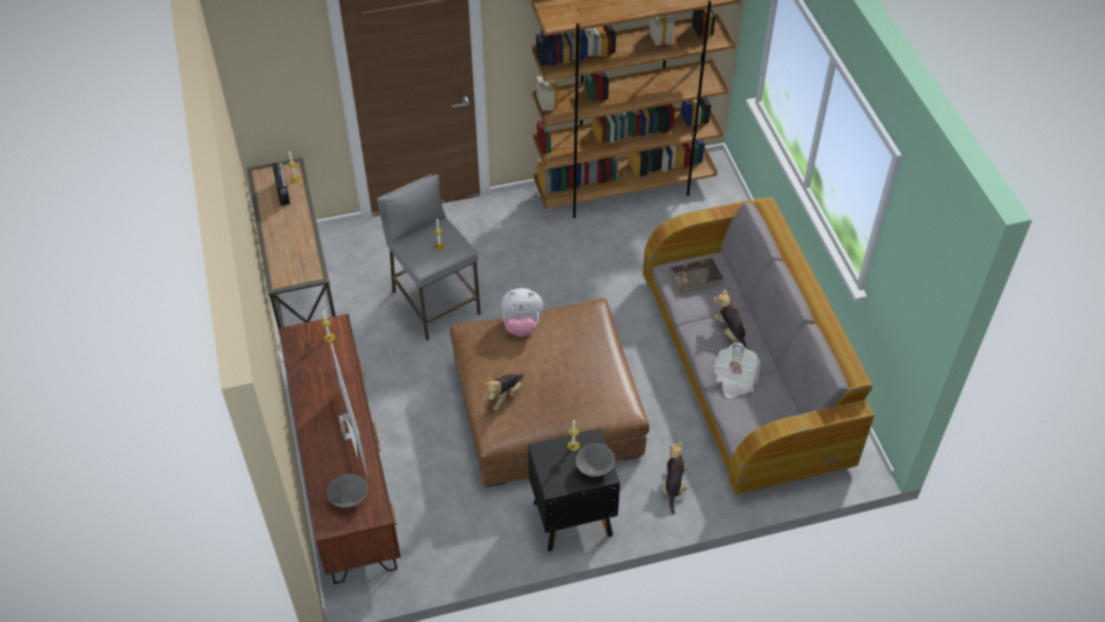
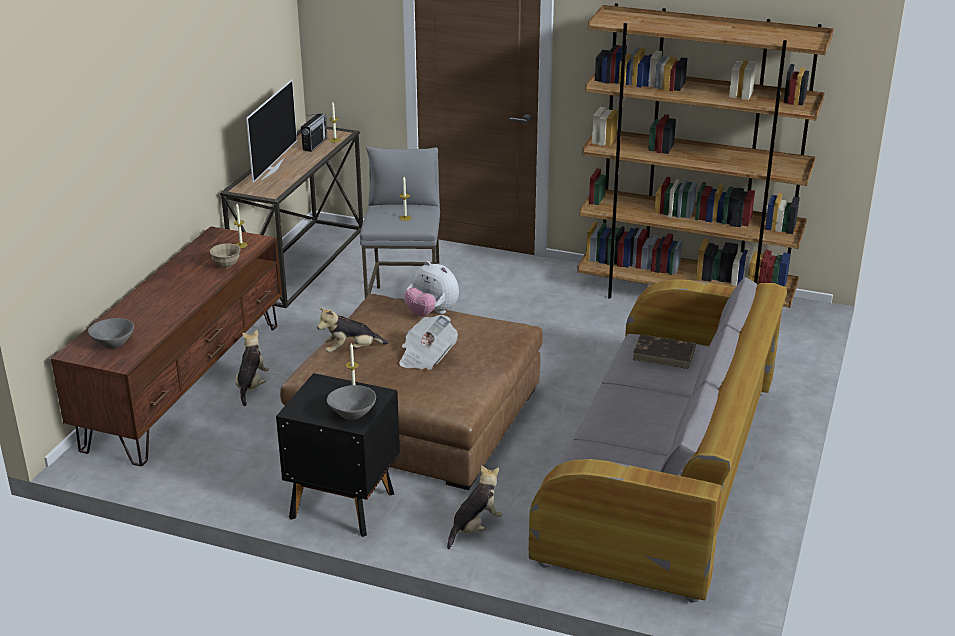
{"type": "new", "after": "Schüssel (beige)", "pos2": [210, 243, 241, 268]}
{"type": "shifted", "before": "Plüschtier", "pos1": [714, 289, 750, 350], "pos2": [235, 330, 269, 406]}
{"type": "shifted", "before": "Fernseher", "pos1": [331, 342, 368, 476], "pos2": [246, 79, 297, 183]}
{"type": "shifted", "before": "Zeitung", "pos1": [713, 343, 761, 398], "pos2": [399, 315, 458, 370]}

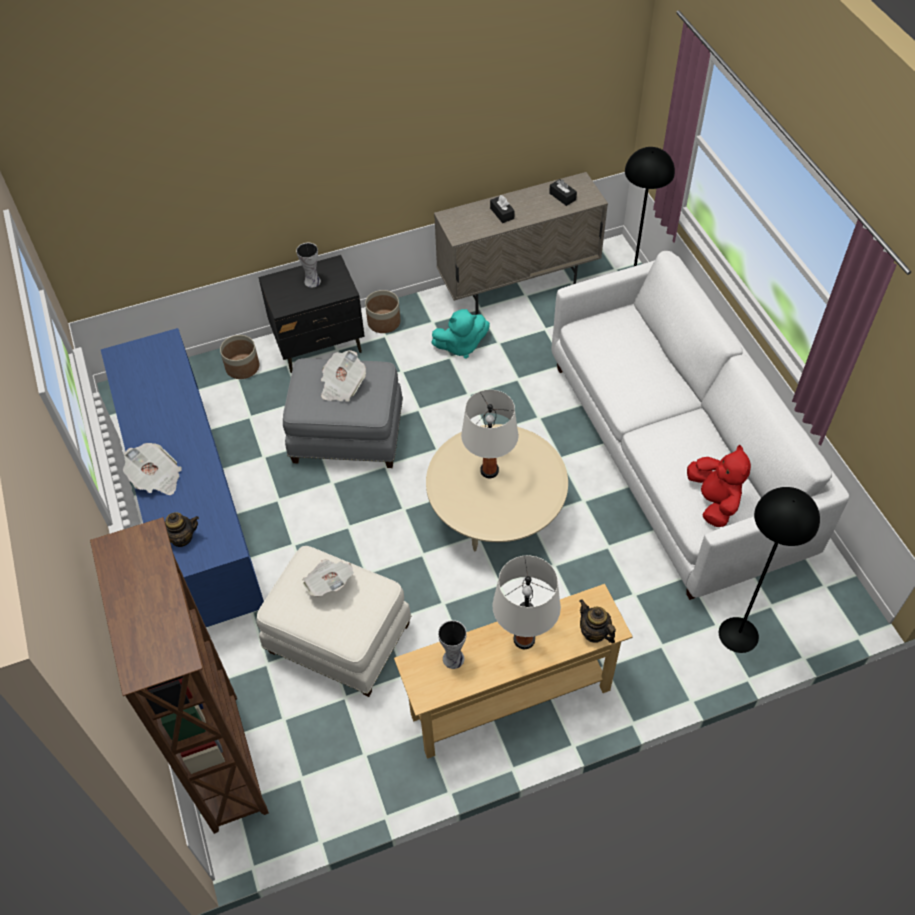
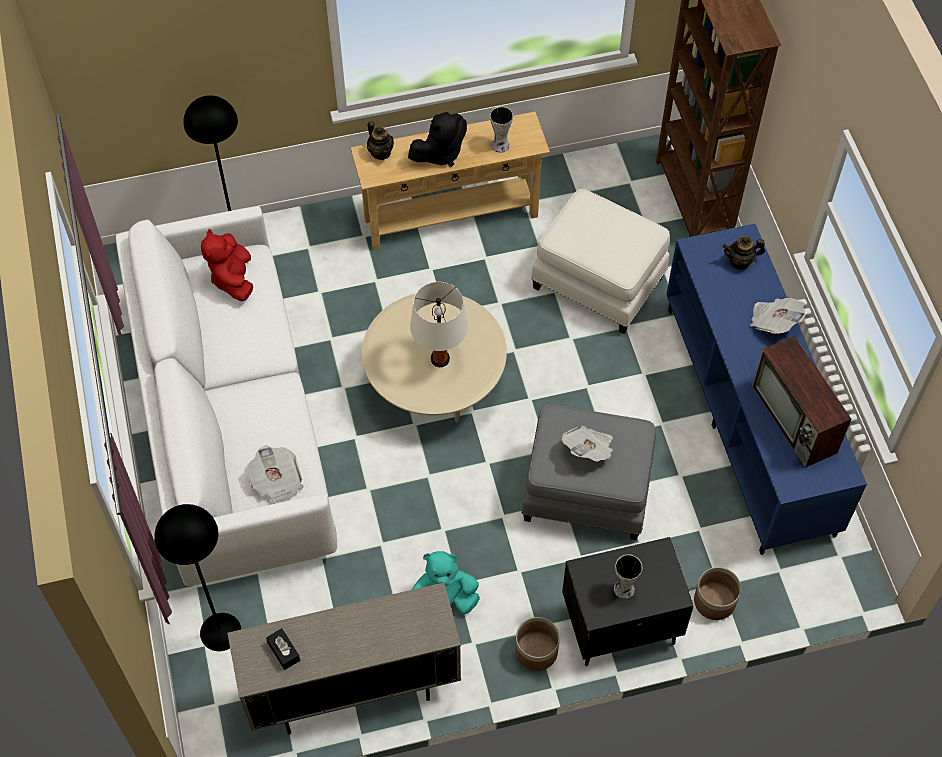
{"type": "shifted", "before": "Zeitung", "pos1": [302, 559, 354, 596], "pos2": [248, 445, 303, 504]}
{"type": "swapped", "before": "Tischlampe (weiß)", "after": "Plüschtier (schwarz)", "pos1": [492, 555, 561, 649], "pos2": [408, 112, 467, 167]}
{"type": "new", "after": "Fernseher", "pos2": [752, 336, 851, 468]}
{"type": "gone", "before": "Taschentuchbox (schwarz)", "pos1": [490, 195, 515, 223]}

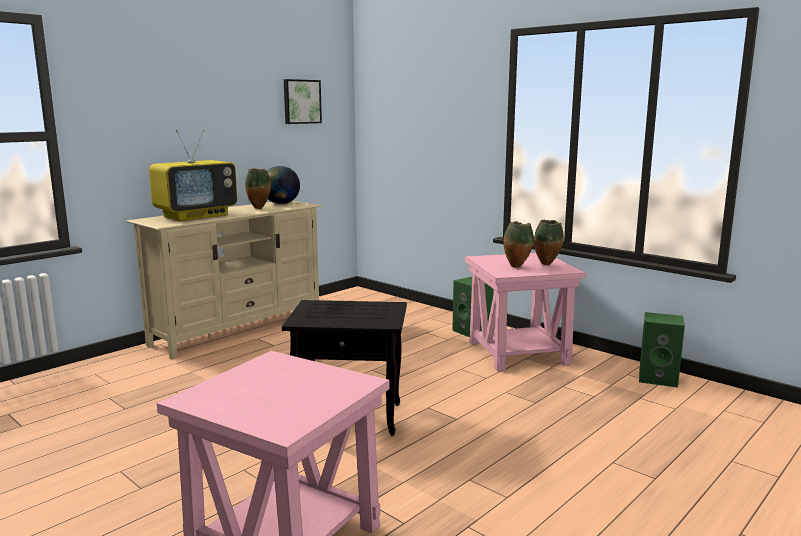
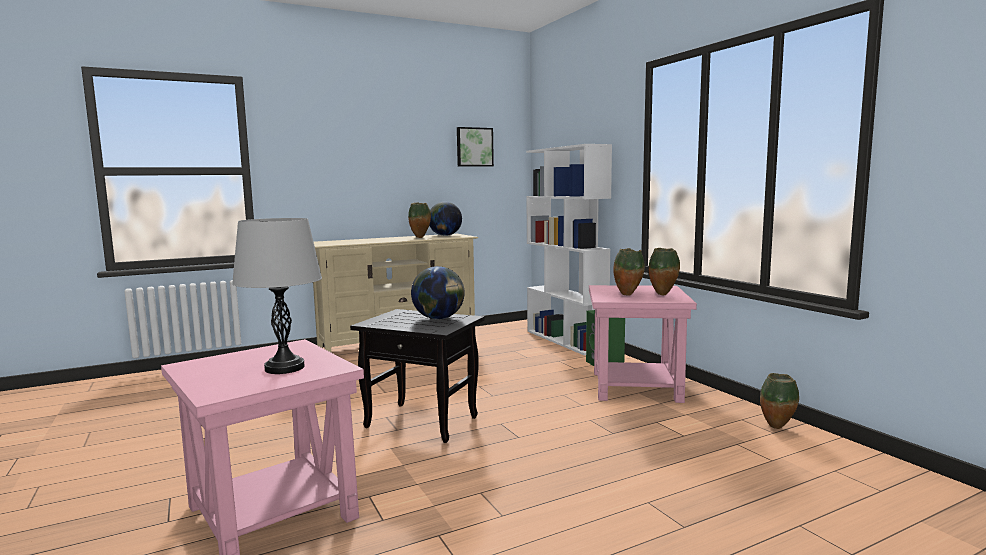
{"type": "new", "after": "Tischlampe (grau)", "pos2": [232, 218, 322, 374]}
{"type": "new", "after": "Globus", "pos2": [411, 266, 465, 319]}
{"type": "new", "after": "Bücherregal (weiß)", "pos2": [526, 144, 612, 355]}
{"type": "swapped", "before": "Lautsprecher (grün)", "after": "Vase", "pos1": [639, 312, 685, 388], "pos2": [760, 373, 799, 429]}
{"type": "gone", "before": "Fernseher", "pos1": [149, 130, 237, 221]}

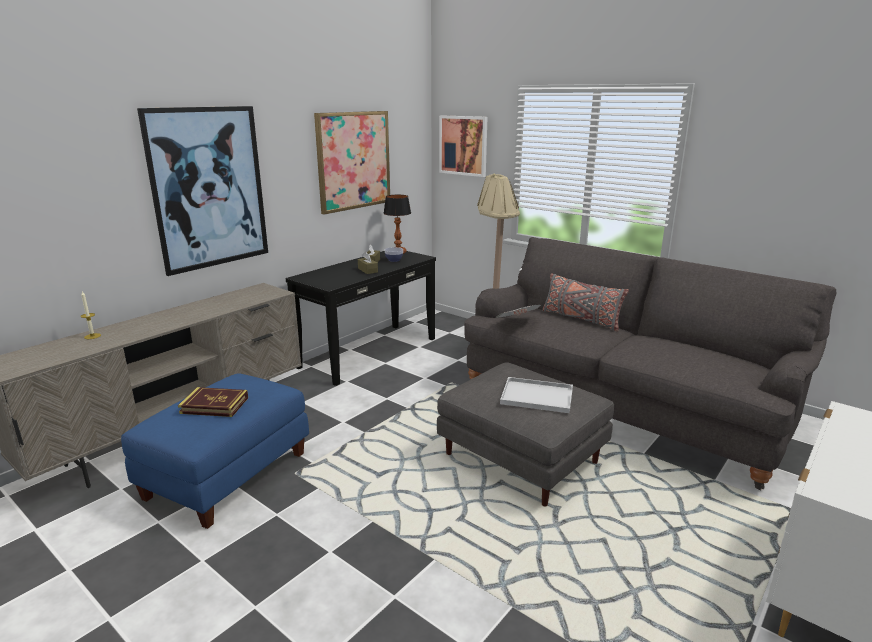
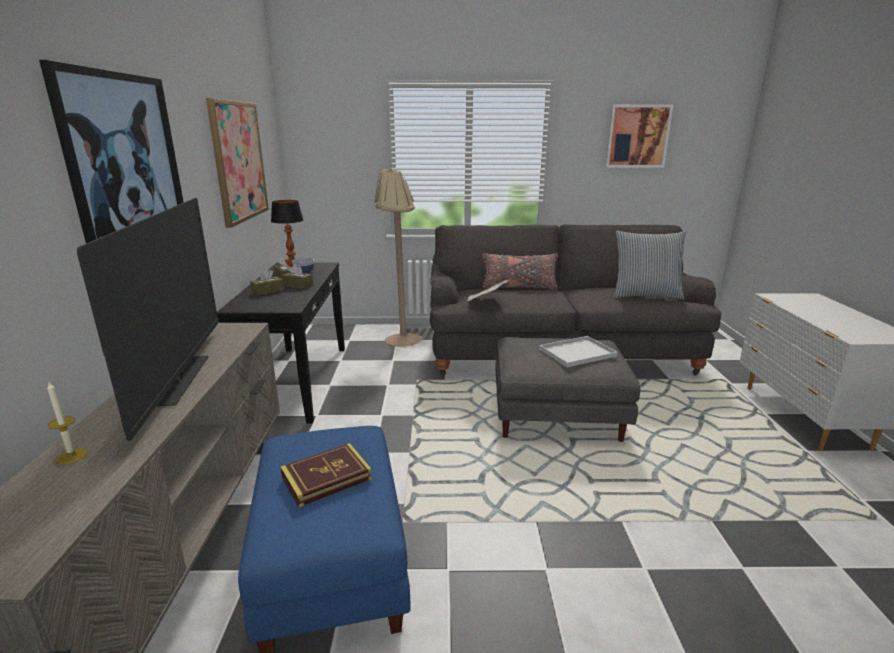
{"type": "new", "after": "Fernseher", "pos2": [77, 198, 218, 441]}
{"type": "new", "after": "Taschentuchbox (braun)", "pos2": [250, 269, 284, 296]}
{"type": "shifted", "before": "Bild", "pos1": [439, 115, 487, 177], "pos2": [605, 104, 673, 168]}
{"type": "new", "after": "Kissen", "pos2": [614, 231, 686, 300]}

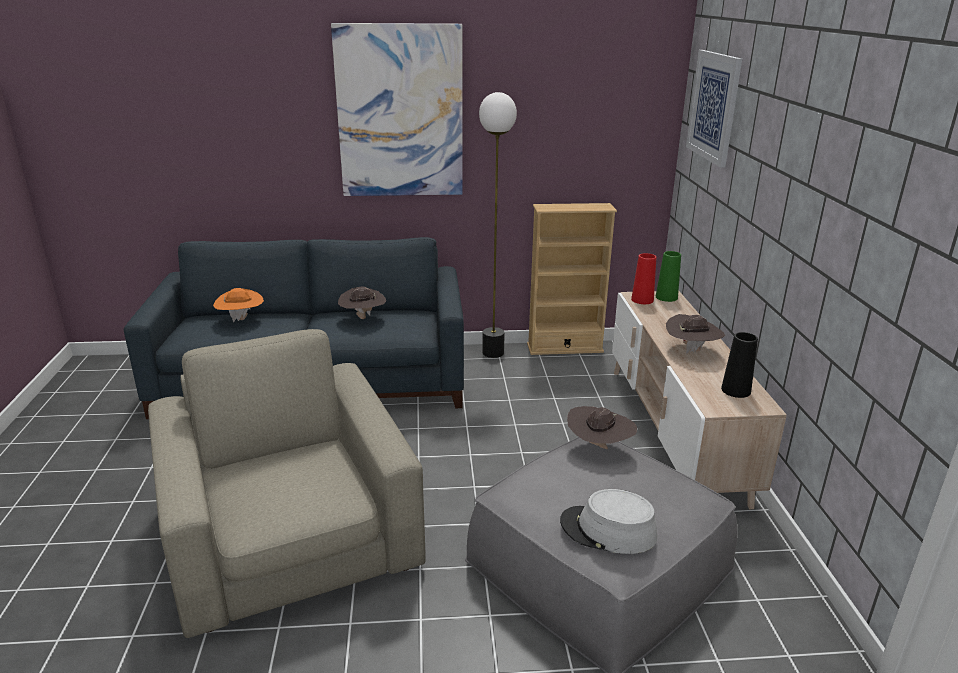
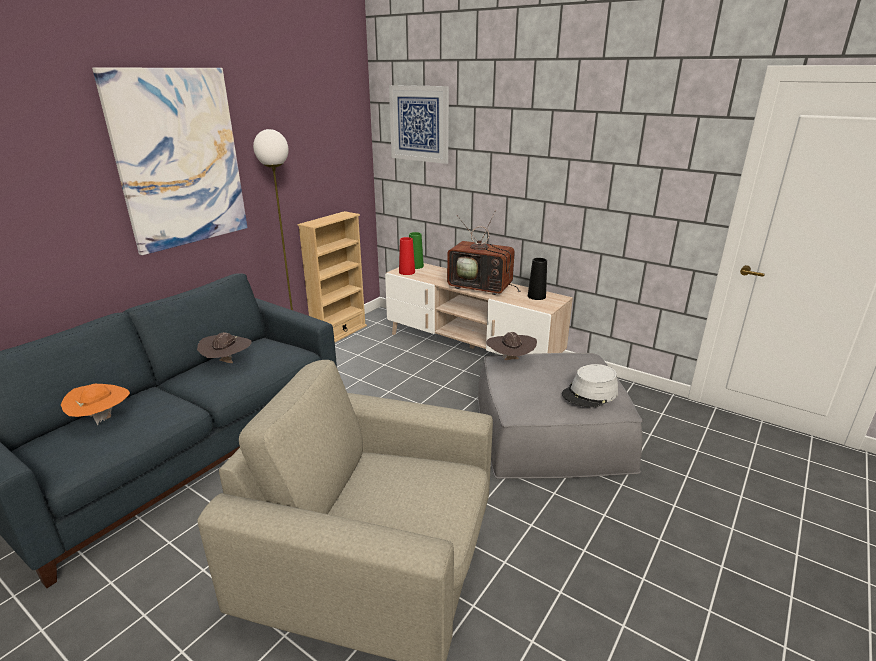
{"type": "swapped", "before": "Hut (braun)", "after": "Fernseher", "pos1": [666, 314, 725, 354], "pos2": [447, 210, 521, 295]}

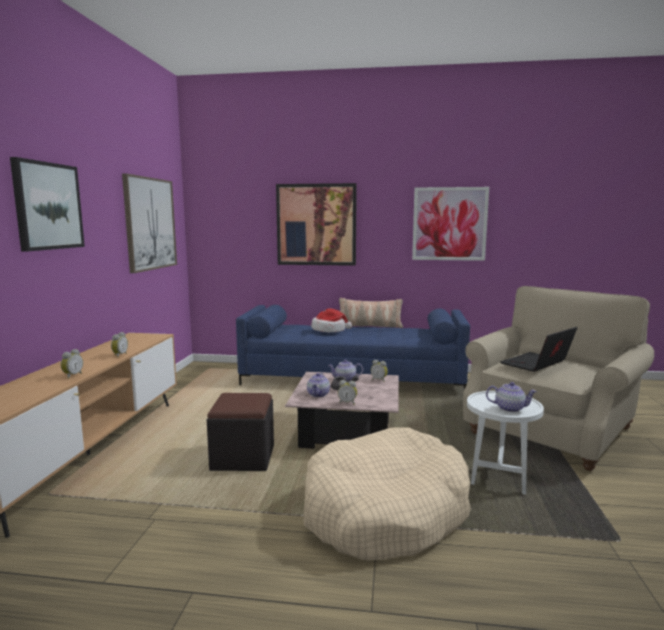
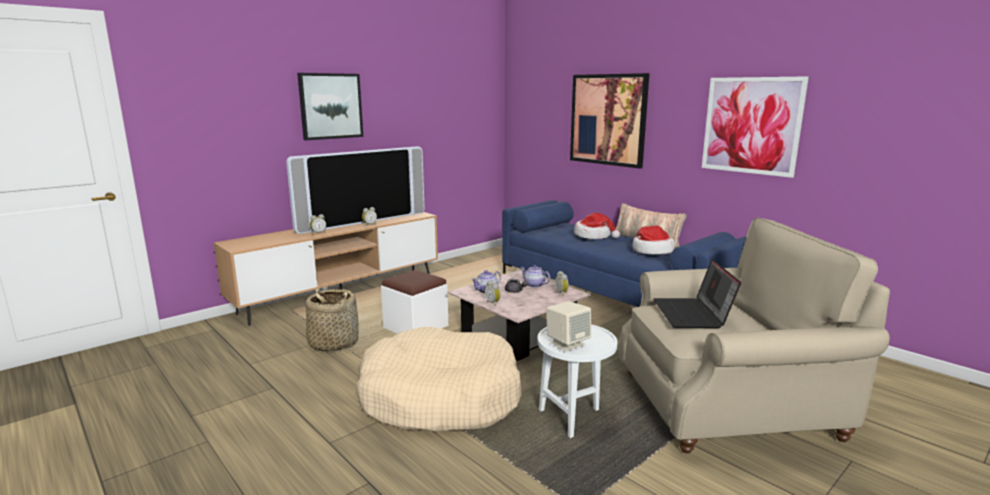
{"type": "new", "after": "Fernseher", "pos2": [286, 146, 425, 234]}
{"type": "new", "after": "Korb", "pos2": [306, 289, 358, 352]}
{"type": "repainted", "before": "Polsterhocker (schwarz)", "after": "Polsterhocker (weiß)", "pos1": [207, 393, 274, 471], "pos2": [381, 270, 448, 334]}
{"type": "swapped", "before": "Teekanne", "after": "Lautsprecher (beige)", "pos1": [486, 382, 537, 412], "pos2": [546, 301, 591, 352]}
{"type": "new", "after": "Hut", "pos2": [633, 225, 675, 255]}
{"type": "rotated", "before": "Laptop", "pos1": [500, 327, 577, 372], "pos2": [654, 259, 741, 328], "turn": -90}
{"type": "gone", "before": "Bild", "pos1": [122, 173, 177, 273]}

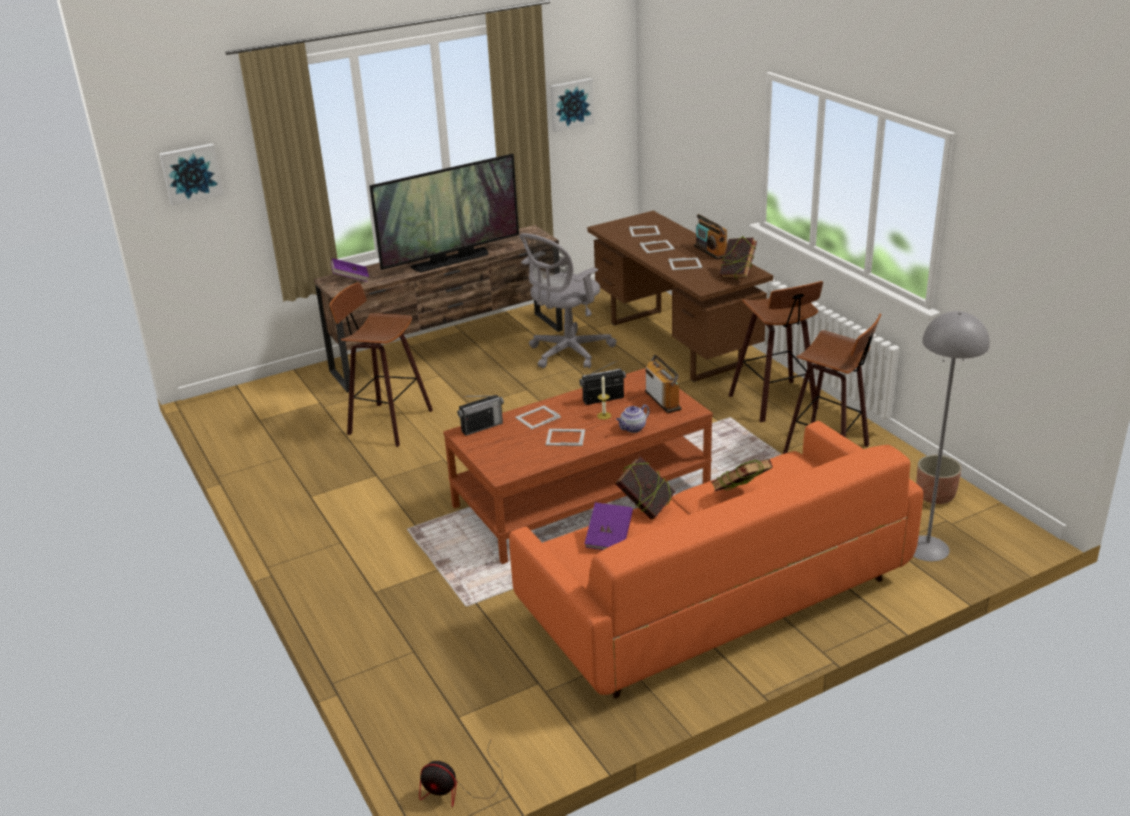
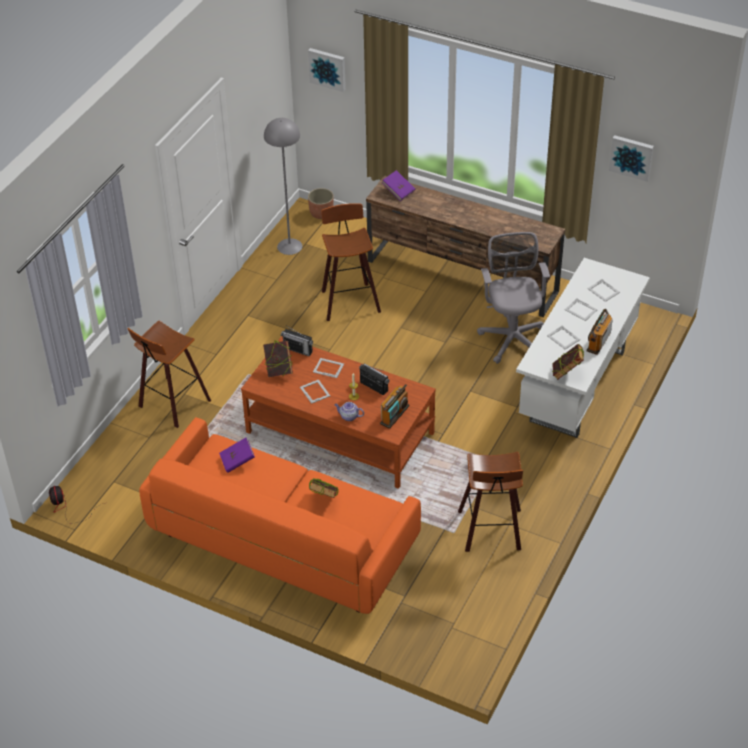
{"type": "shifted", "before": "Hocker", "pos1": [729, 281, 823, 422], "pos2": [128, 321, 211, 428]}
{"type": "shifted", "before": "Buch", "pos1": [615, 456, 676, 519], "pos2": [263, 340, 293, 377]}
{"type": "shifted", "before": "Stehlampe (grau)", "pos1": [913, 311, 990, 561], "pos2": [264, 118, 302, 255]}
{"type": "shifted", "before": "Pflanzkübel", "pos1": [916, 455, 962, 504], "pos2": [308, 188, 334, 219]}
{"type": "rotated", "before": "Bürostuhl (grau)", "pos1": [519, 233, 617, 369], "pos2": [477, 232, 550, 364], "turn": 75}
{"type": "repainted", "before": "Schreibtisch (braun)", "after": "Schreibtisch (weiß)", "pos1": [587, 211, 773, 382], "pos2": [516, 258, 650, 438]}
{"type": "gone", "before": "Fernseher", "pos1": [369, 154, 519, 272]}

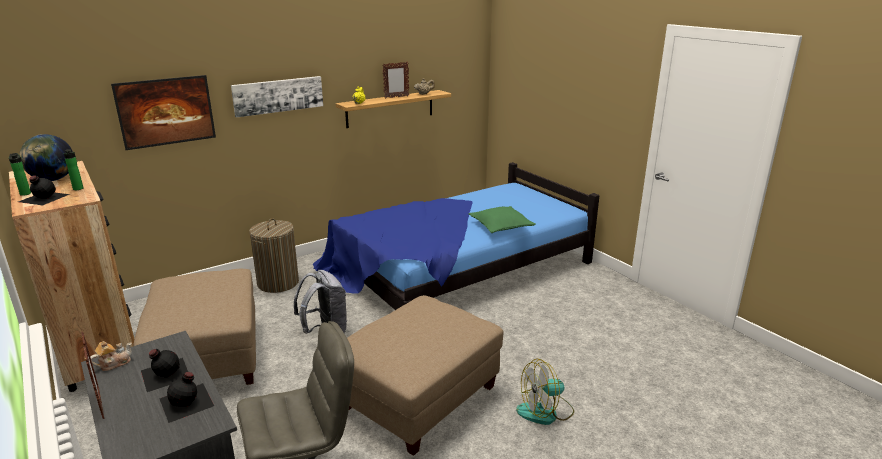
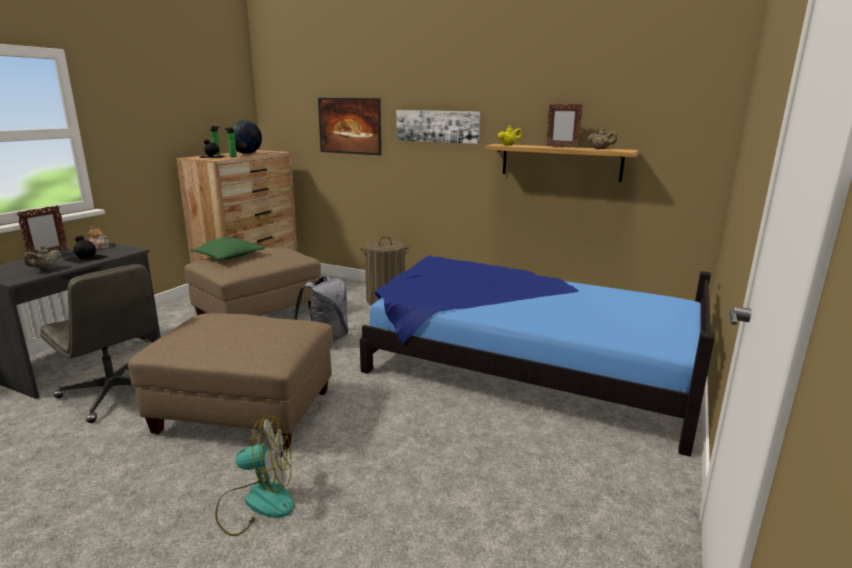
{"type": "swapped", "before": "Flasche (schwarz)", "after": "Teekanne (beige)", "pos1": [160, 372, 214, 423], "pos2": [24, 246, 62, 270]}
{"type": "shifted", "before": "Kissen (grün)", "pos1": [469, 206, 536, 233], "pos2": [190, 237, 265, 260]}
{"type": "rotated", "before": "Ventilator", "pos1": [516, 359, 574, 425], "pos2": [215, 415, 294, 536], "turn": 135}

